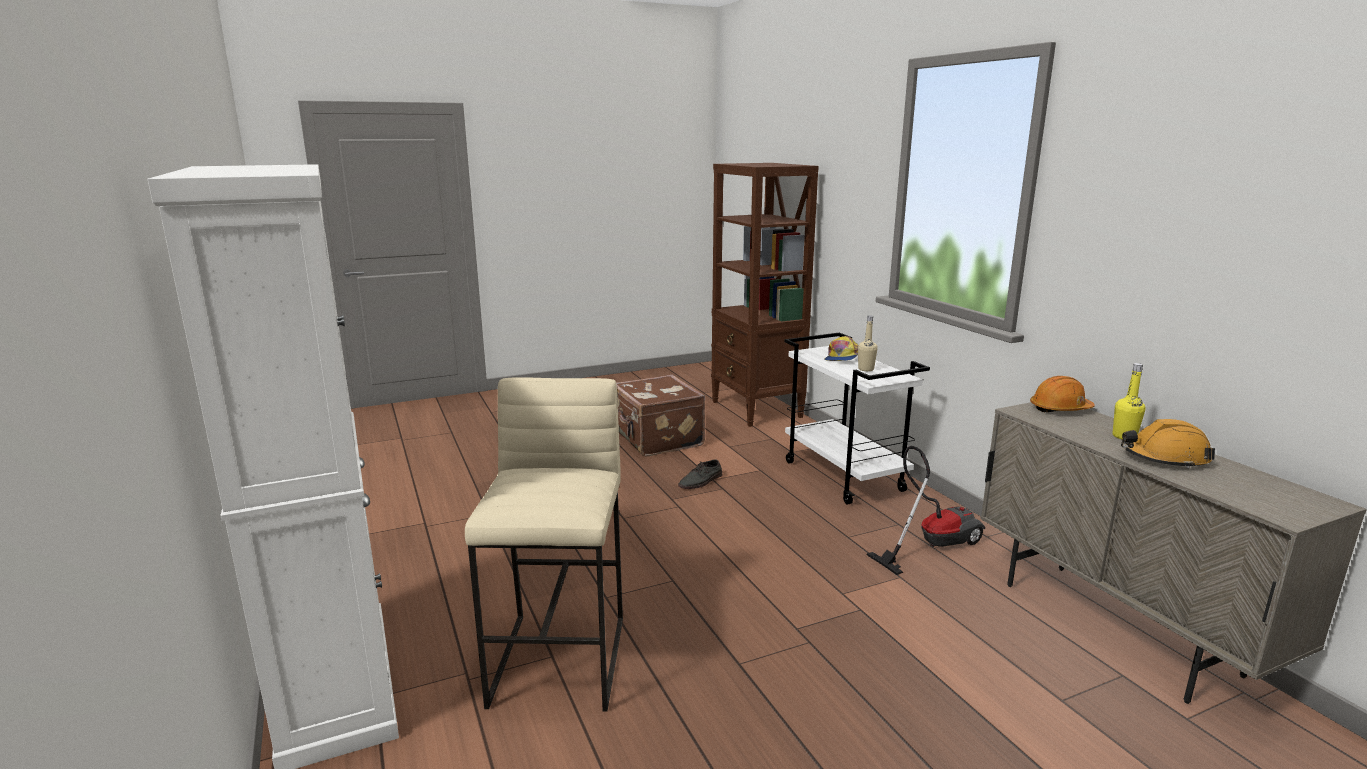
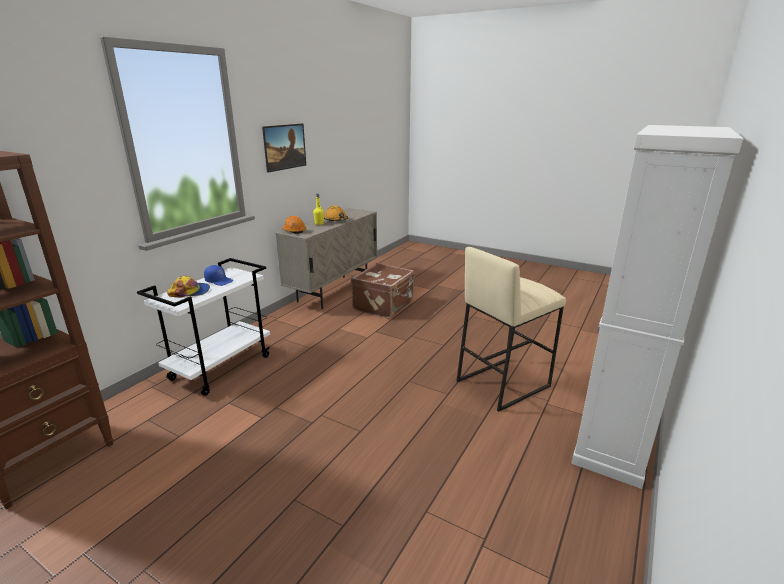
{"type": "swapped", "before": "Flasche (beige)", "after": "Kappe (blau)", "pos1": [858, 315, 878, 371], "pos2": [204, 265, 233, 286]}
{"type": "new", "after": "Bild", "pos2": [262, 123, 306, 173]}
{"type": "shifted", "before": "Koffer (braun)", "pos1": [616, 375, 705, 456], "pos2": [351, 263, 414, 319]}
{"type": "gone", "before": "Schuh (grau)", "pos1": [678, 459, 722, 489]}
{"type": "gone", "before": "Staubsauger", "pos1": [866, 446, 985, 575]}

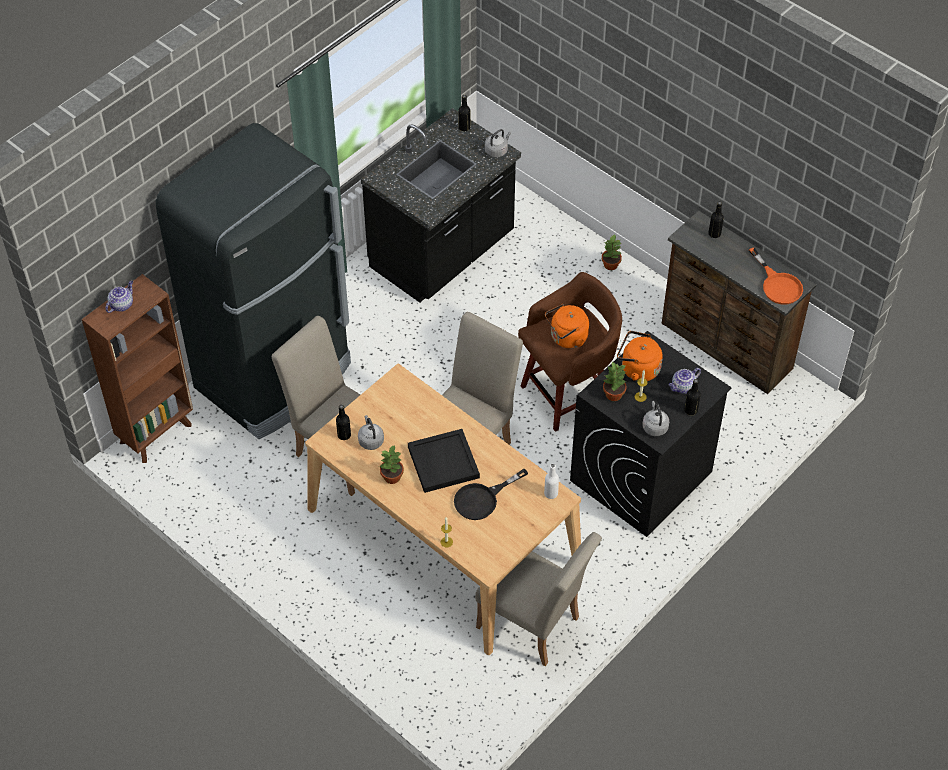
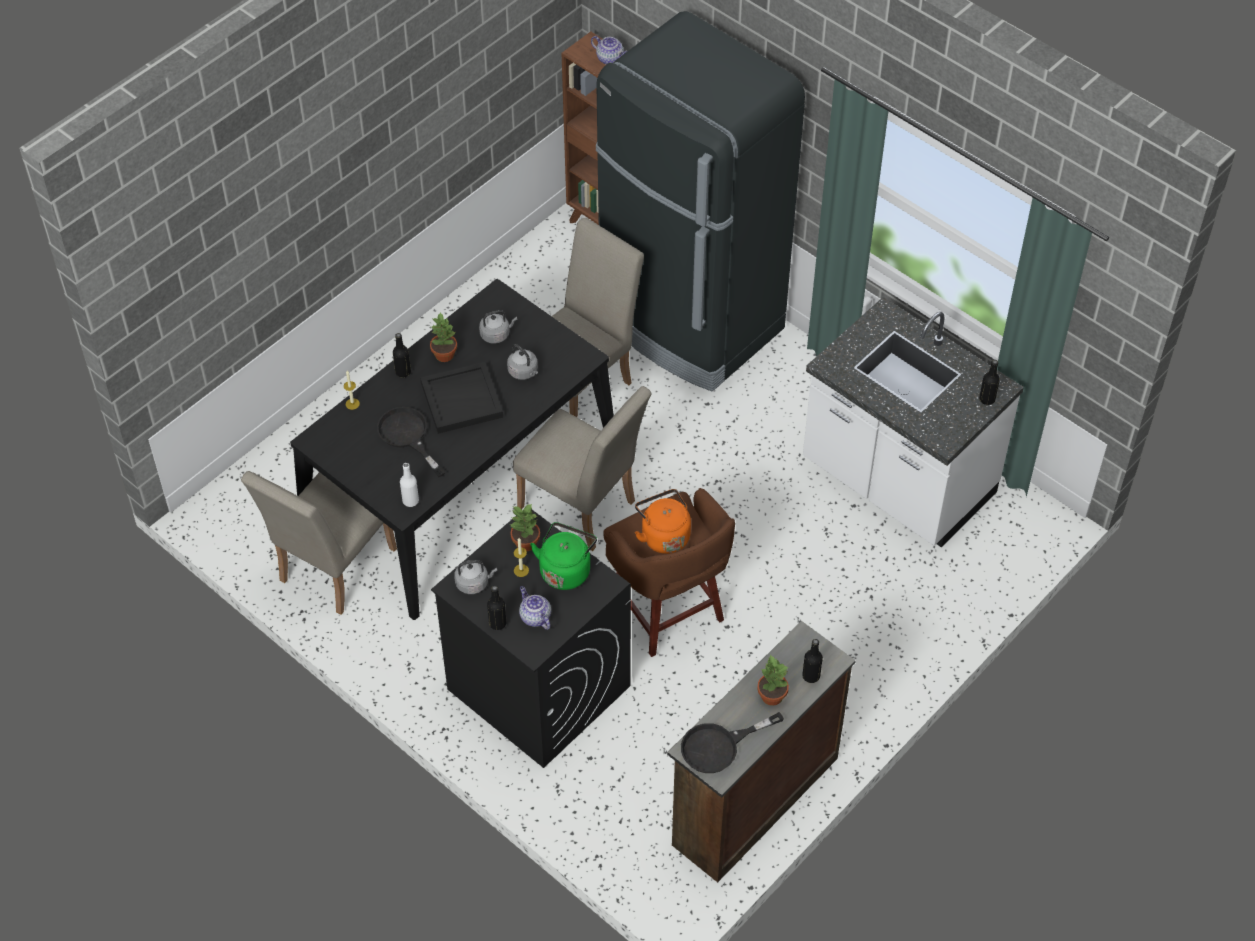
{"type": "repainted", "before": "Esstisch (beige)", "after": "Esstisch (schwarz)", "pos1": [305, 364, 581, 655], "pos2": [290, 279, 614, 620]}
{"type": "shifted", "before": "Flasche (schwarz)", "pos1": [336, 405, 351, 440], "pos2": [393, 333, 411, 378]}
{"type": "shifted", "before": "Wasserkessel (grau)", "pos1": [485, 129, 511, 157], "pos2": [507, 344, 538, 380]}
{"type": "repainted", "before": "Wasserkessel (orange)", "after": "Wasserkessel (grün)", "pos1": [617, 331, 663, 381], "pos2": [530, 522, 597, 590]}
{"type": "repainted", "before": "Pfanne (orange)", "after": "Pfanne (schwarz)", "pos1": [749, 248, 803, 305], "pos2": [681, 712, 784, 773]}
{"type": "shifted", "before": "Topfpflanze", "pos1": [602, 235, 622, 270], "pos2": [757, 654, 789, 706]}
{"type": "repainted", "before": "Küchenzeile (schwarz)", "after": "Küchenzeile (weiß)", "pos1": [361, 108, 521, 303], "pos2": [803, 297, 1024, 547]}

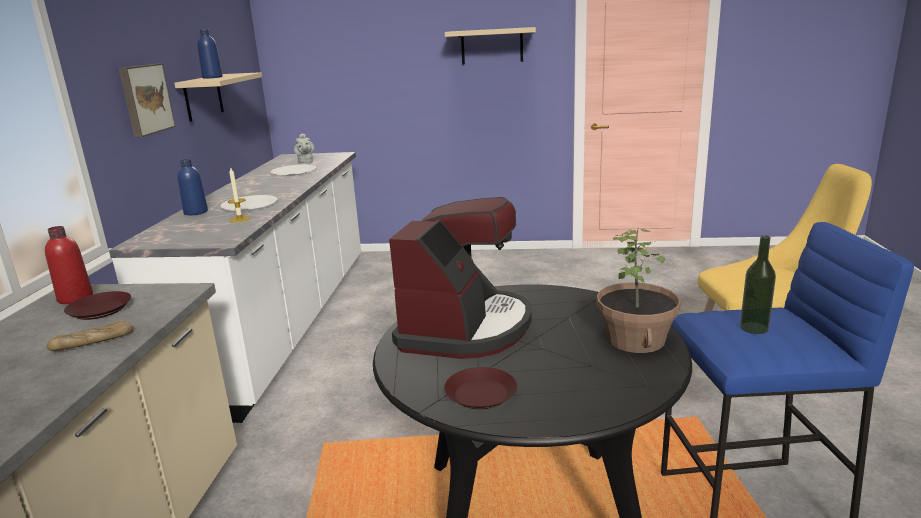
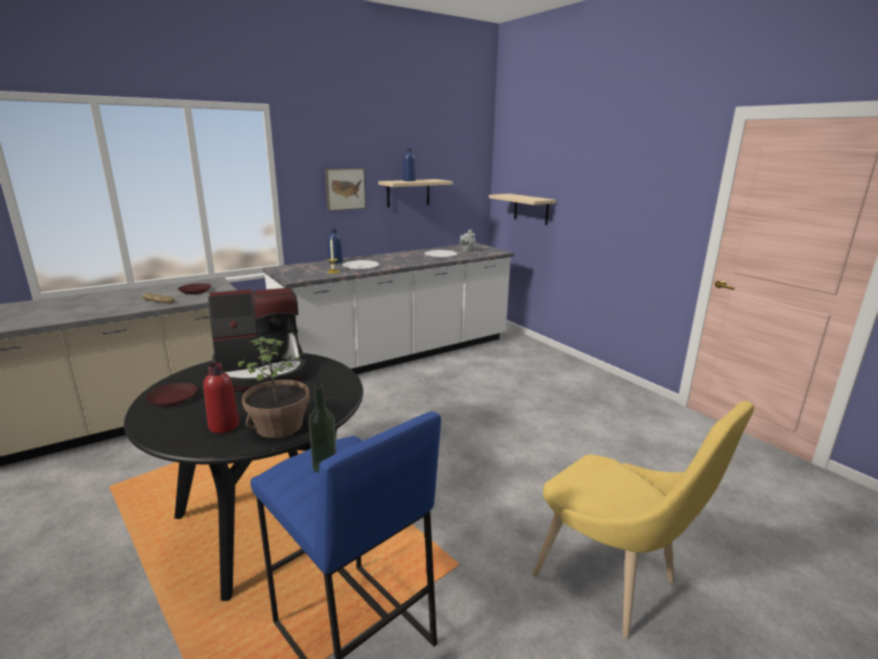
{"type": "shifted", "before": "Flasche (rot)", "pos1": [45, 226, 93, 304], "pos2": [203, 363, 239, 433]}
{"type": "shifted", "before": "Wandregal (beige)", "pos1": [445, 27, 536, 65], "pos2": [489, 194, 556, 225]}

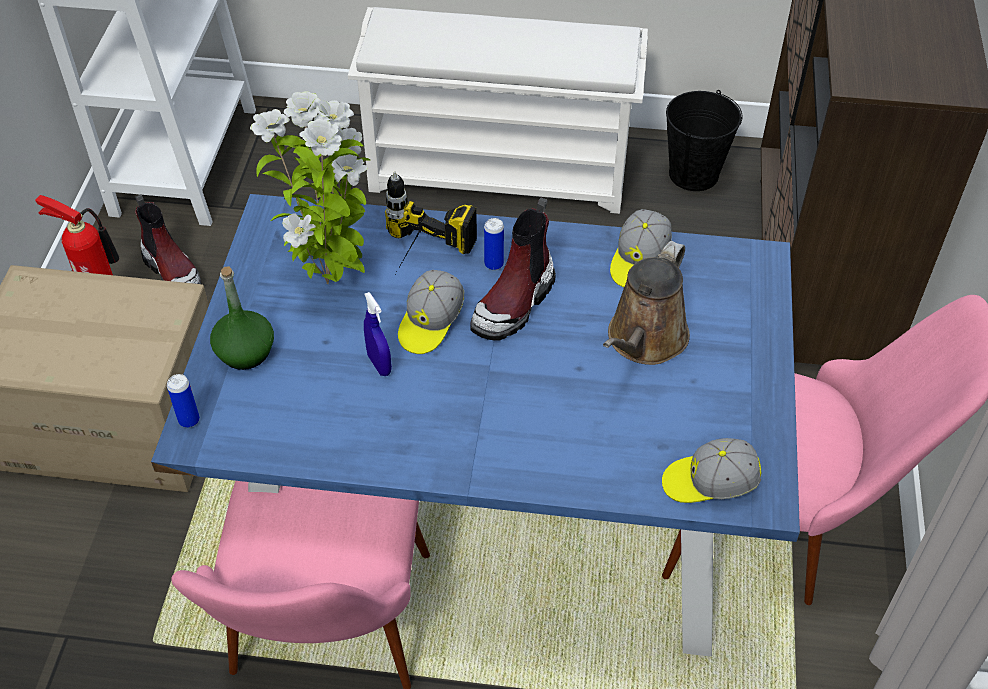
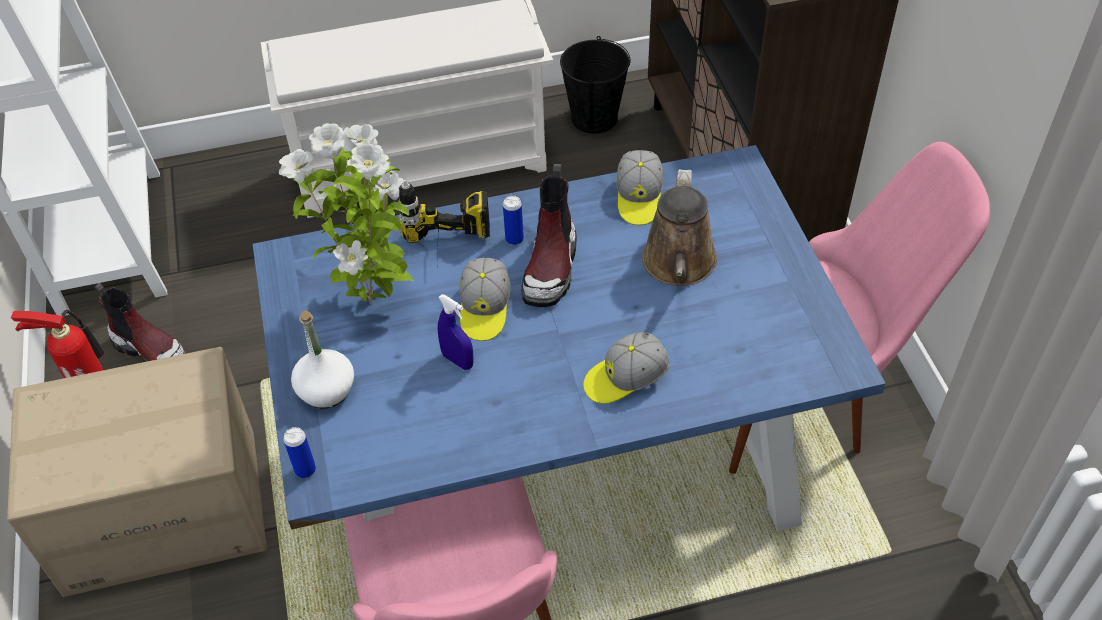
{"type": "repainted", "before": "Flasche (grün)", "after": "Flasche (weiß)", "pos1": [210, 267, 274, 370], "pos2": [291, 310, 354, 408]}
{"type": "shifted", "before": "Kappe", "pos1": [662, 438, 761, 503], "pos2": [583, 332, 670, 404]}

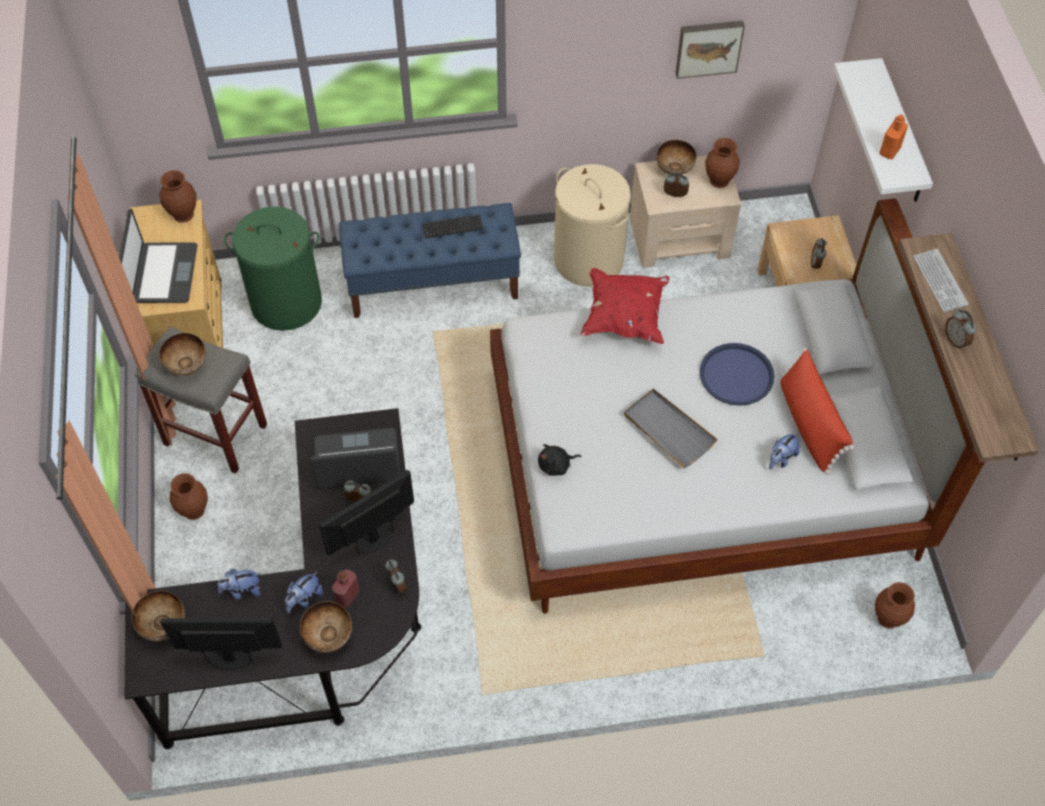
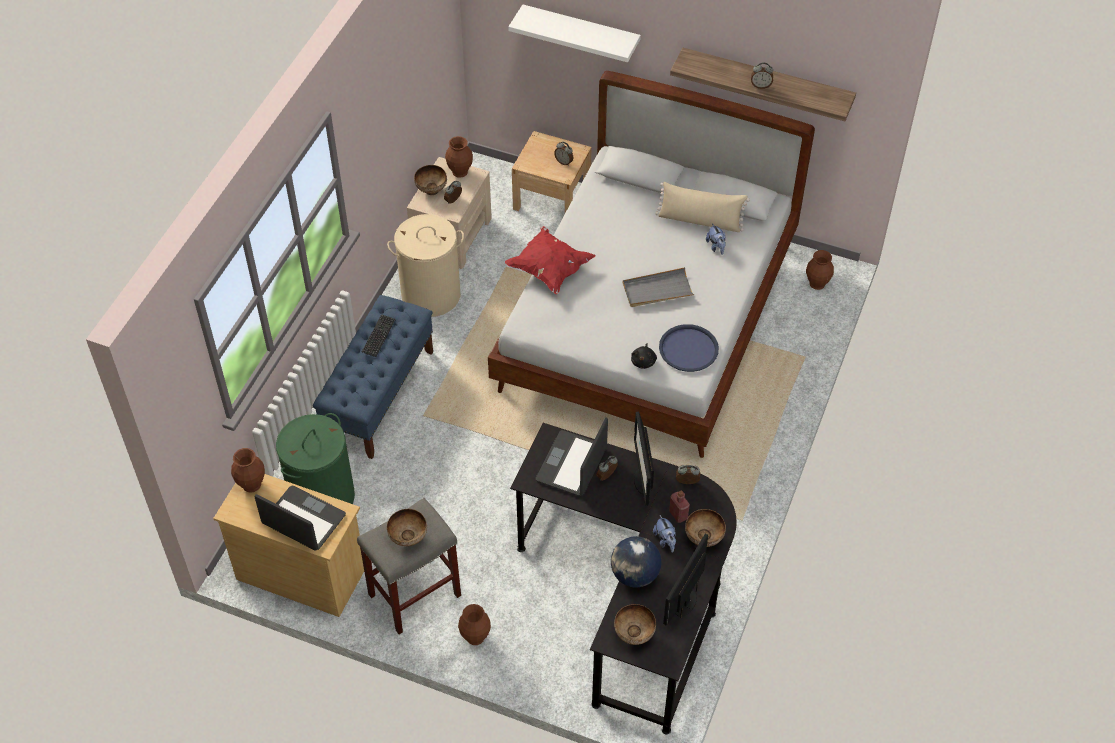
{"type": "swapped", "before": "Plüschtier", "after": "Globus", "pos1": [218, 569, 261, 600], "pos2": [611, 536, 662, 587]}
{"type": "repainted", "before": "Kissen (rot)", "after": "Kissen (beige)", "pos1": [780, 348, 854, 475], "pos2": [655, 182, 750, 232]}
{"type": "shifted", "before": "Tablett (blau)", "pos1": [699, 343, 774, 406], "pos2": [659, 324, 719, 372]}
{"type": "gone", "before": "Bild", "pos1": [675, 21, 745, 79]}
{"type": "gone", "before": "Flasche (orange)", "pos1": [879, 114, 908, 159]}
{"type": "gone", "before": "Tastatur", "pos1": [913, 249, 969, 312]}

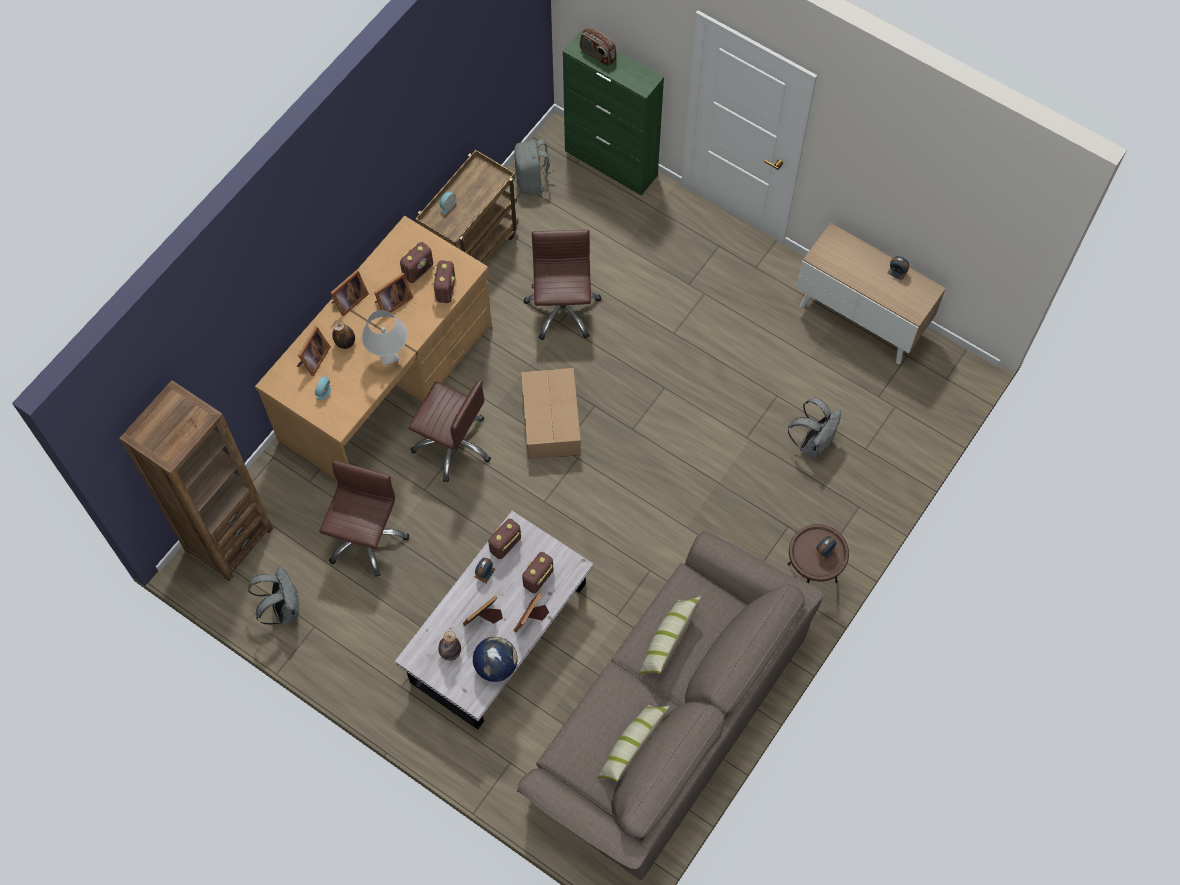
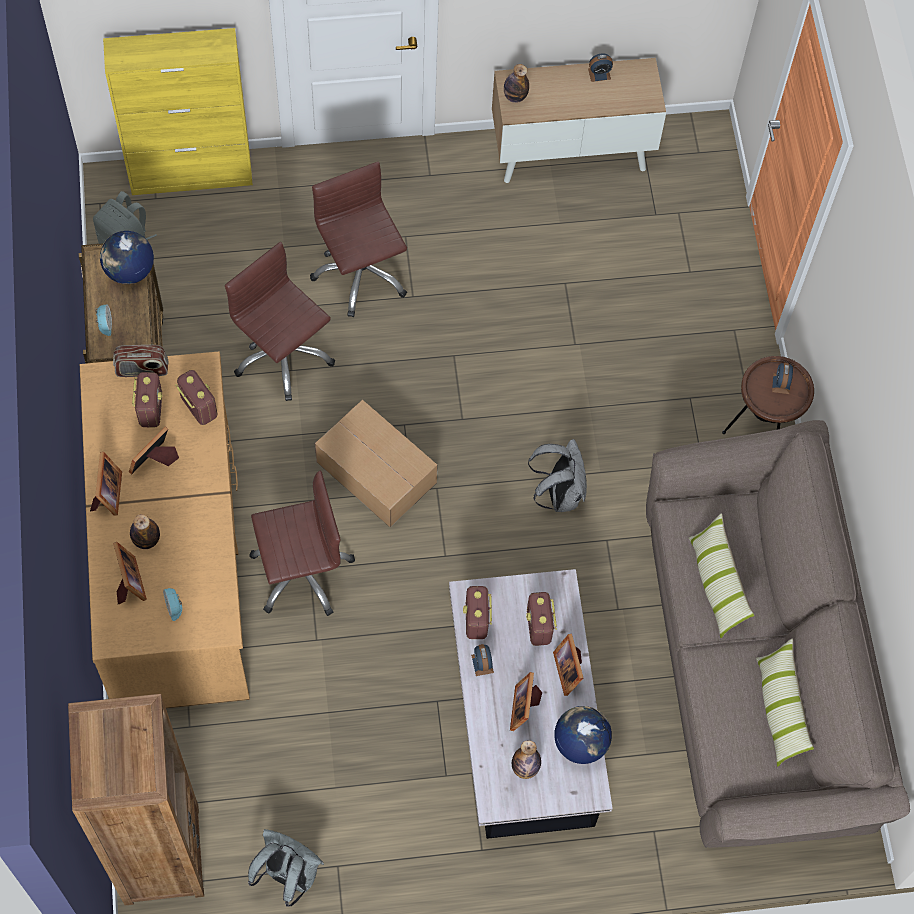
{"type": "new", "after": "Globus", "pos2": [100, 231, 154, 284]}
{"type": "repainted", "before": "Schrank (grün)", "after": "Schrank (gelb)", "pos1": [563, 31, 664, 196], "pos2": [103, 28, 253, 195]}
{"type": "shifted", "before": "Radio", "pos1": [580, 27, 617, 66], "pos2": [113, 345, 168, 377]}
{"type": "rotated", "before": "Bilderrahmen", "pos1": [374, 273, 413, 317], "pos2": [129, 426, 179, 475], "turn": -150}
{"type": "shifted", "before": "Bürostuhl (braun)", "pos1": [319, 460, 409, 577], "pos2": [310, 162, 407, 317]}
{"type": "new", "after": "Flasche", "pos2": [504, 64, 529, 103]}
{"type": "shifted", "before": "Rucksack (grau)", "pos1": [788, 398, 841, 458], "pos2": [528, 439, 587, 512]}
{"type": "gone", "before": "Tischlampe (weiß)", "pos1": [362, 310, 408, 366]}

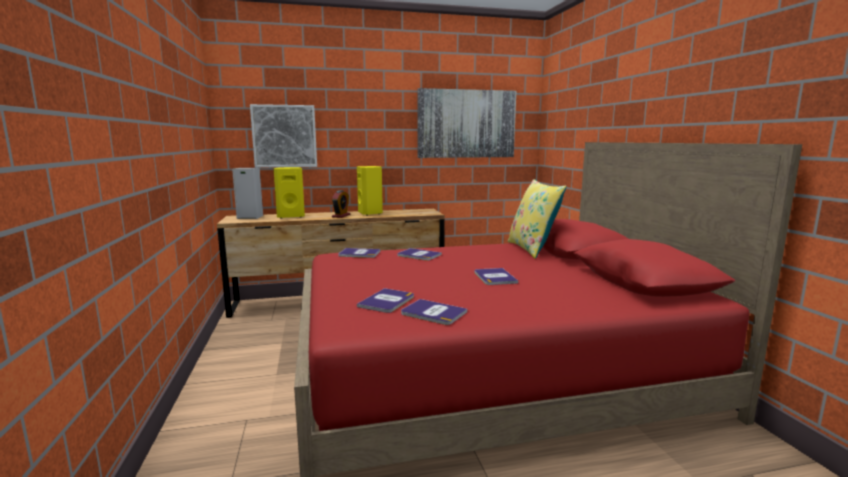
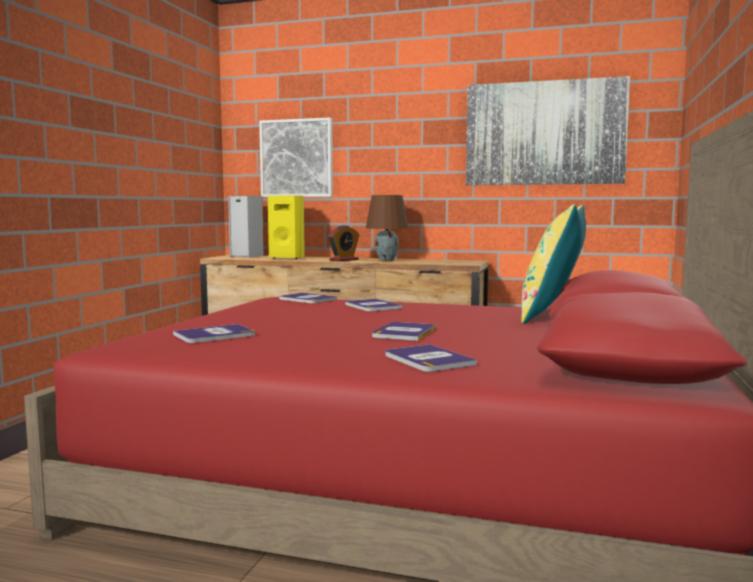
{"type": "swapped", "before": "Lautsprecher (gelb)", "after": "Tischlampe (braun)", "pos1": [357, 166, 383, 215], "pos2": [366, 195, 408, 261]}
{"type": "shifted", "before": "Buch", "pos1": [401, 299, 467, 325], "pos2": [385, 344, 477, 372]}

